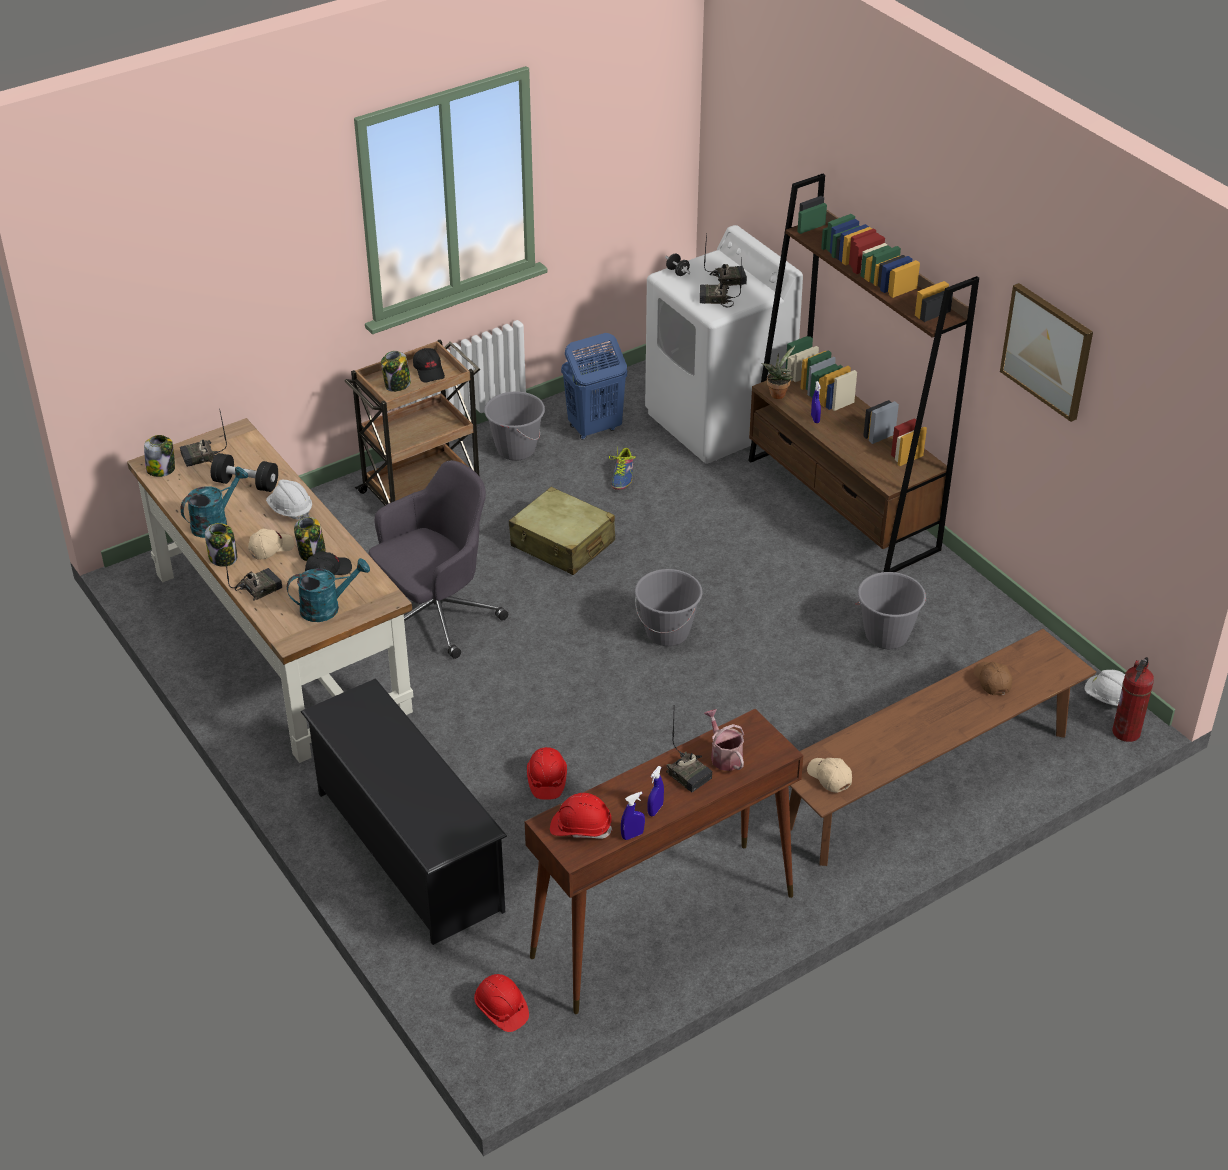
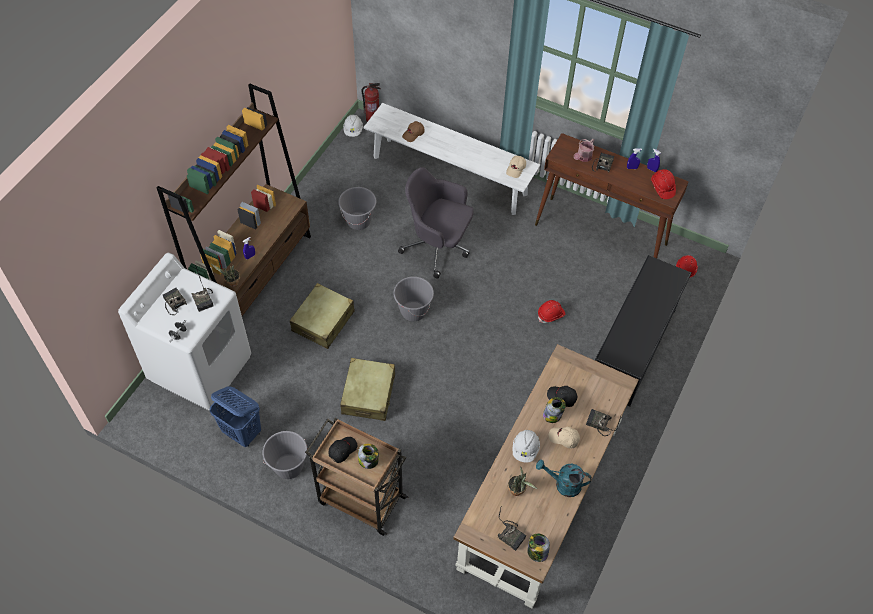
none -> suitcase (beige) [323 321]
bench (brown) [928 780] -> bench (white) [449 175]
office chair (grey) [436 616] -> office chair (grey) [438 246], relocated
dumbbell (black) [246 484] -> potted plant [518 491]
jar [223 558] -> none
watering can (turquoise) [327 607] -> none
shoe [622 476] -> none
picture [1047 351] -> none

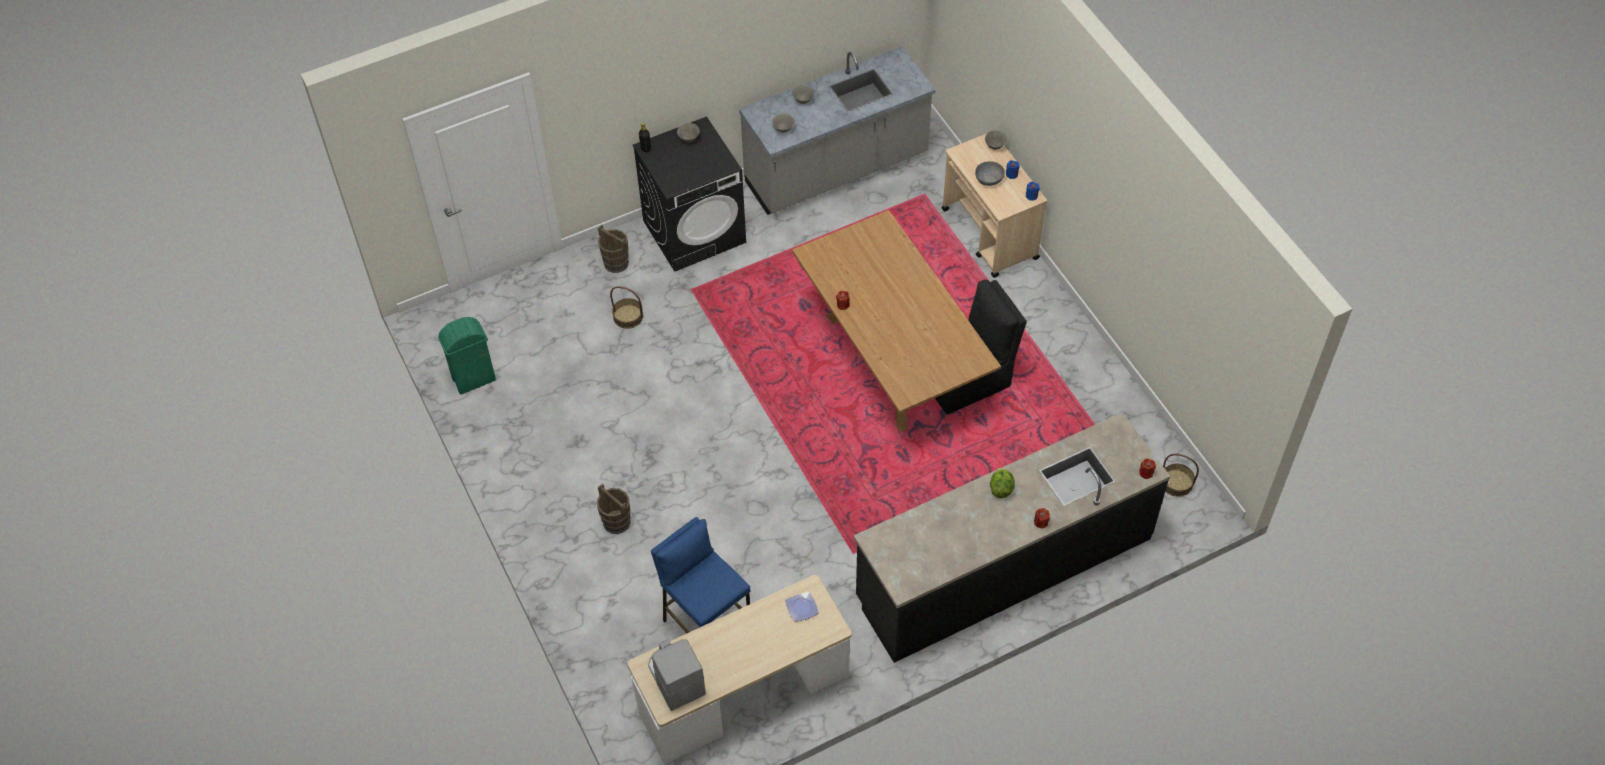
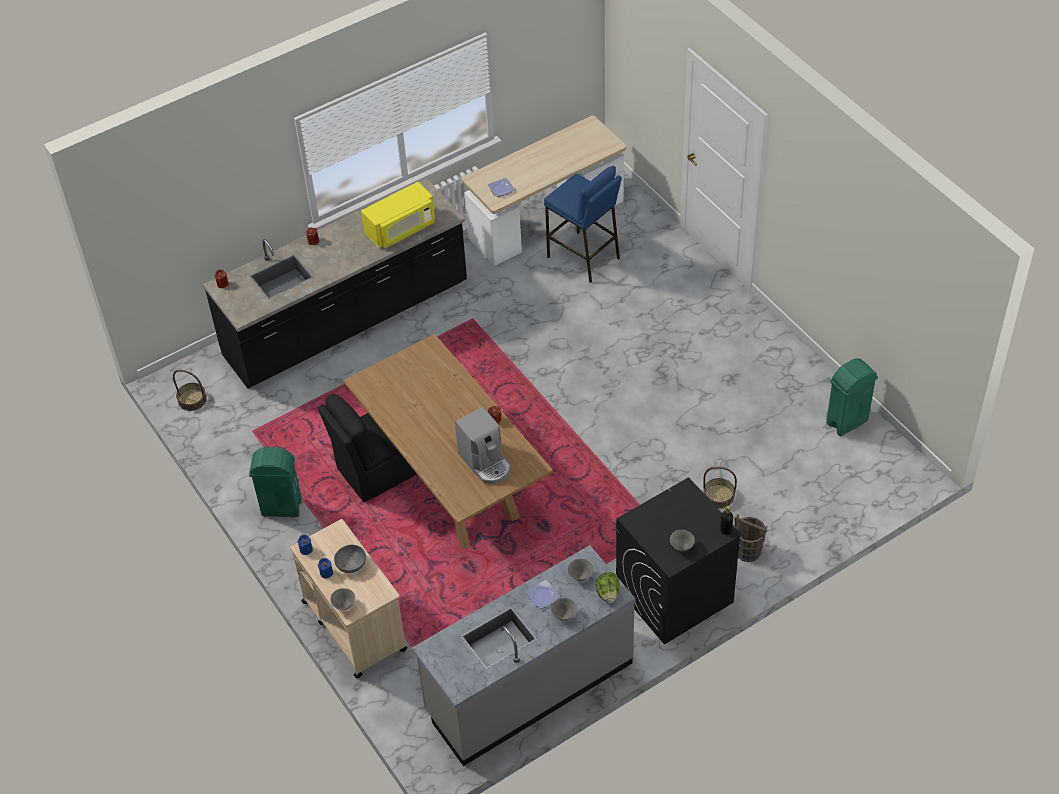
none -> trash can (green) [281 507]
none -> microwave (yellow) [401 229]
coffee machine [675 678] -> coffee machine [486 462], relocated
none -> plate [543 596]
lettuce [1001 488] -> lettuce [608 593], relocated
bucket (brown) [617 522] -> none

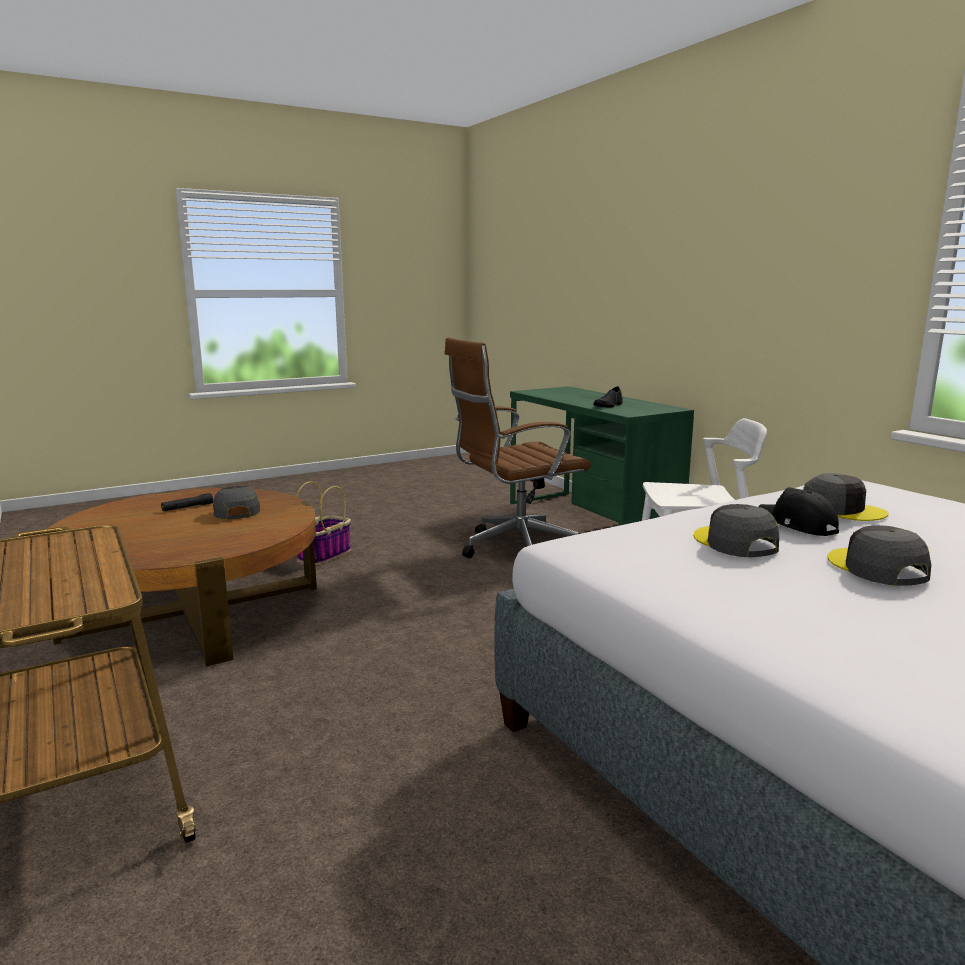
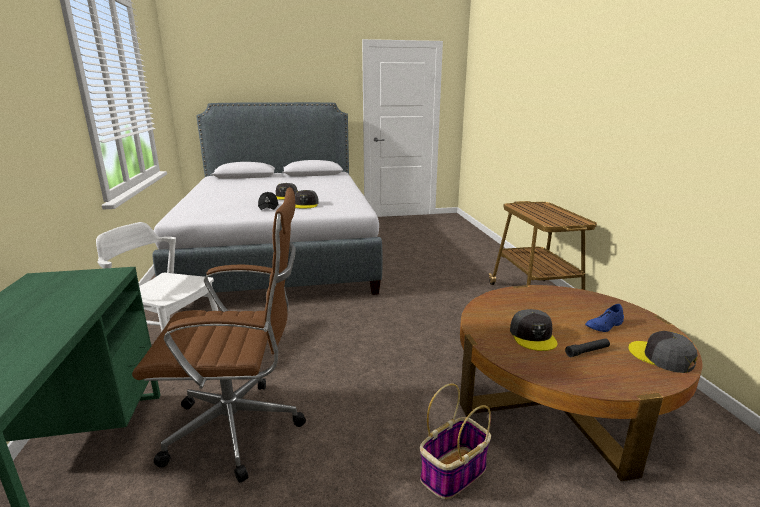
none -> shoe (blue) [604 325]
cap (grey) [841 510] -> cap (grey) [661 357], relocated
shoe (black) [608 405] -> none

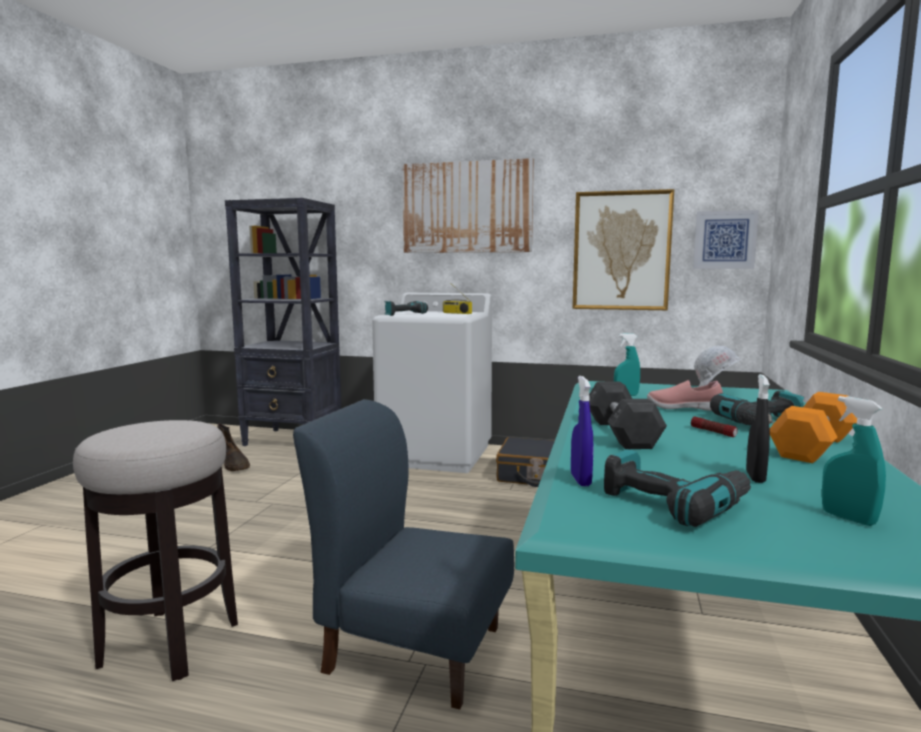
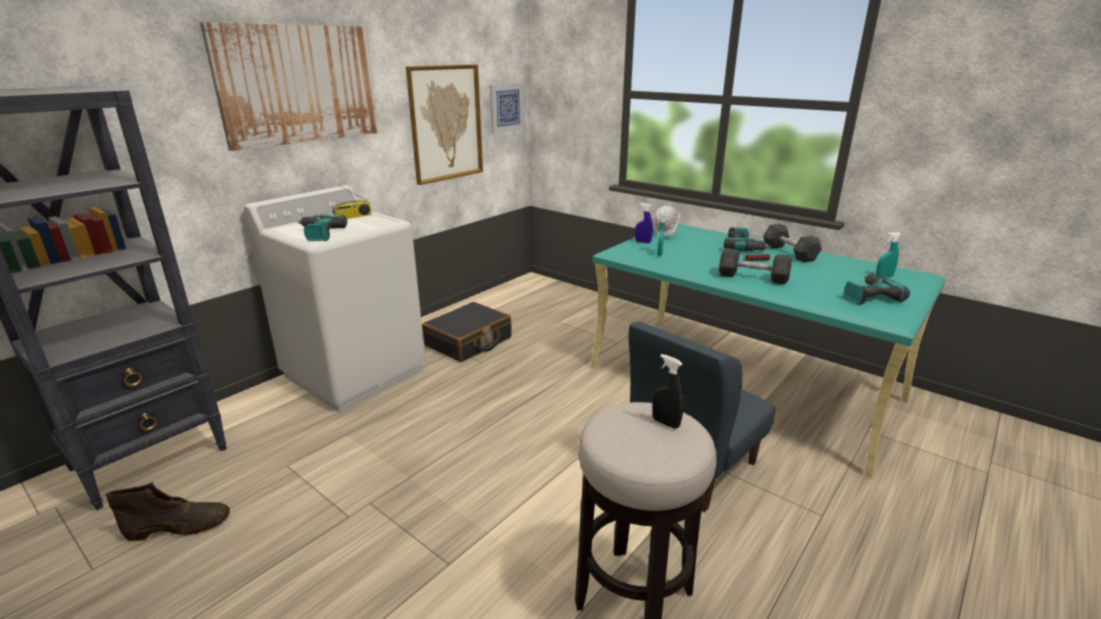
spray bottle (blue) [580 480] -> spray bottle (blue) [643 242], relocated
spray bottle (black) [755 477] -> spray bottle (black) [665 423], relocated
dumbbell (orange) [813 447] -> dumbbell (grey) [789 253]
shoe (pink) [683 409] -> none

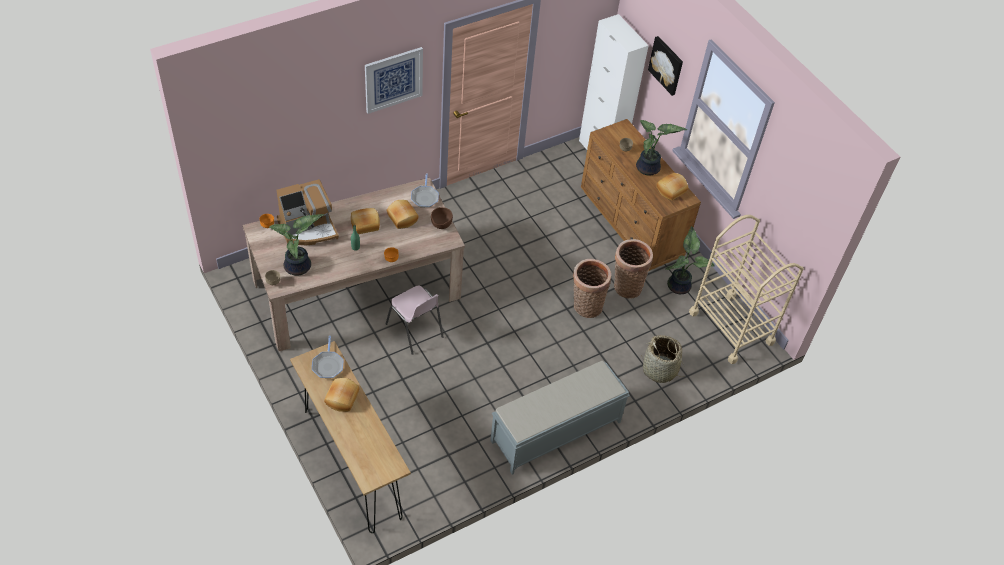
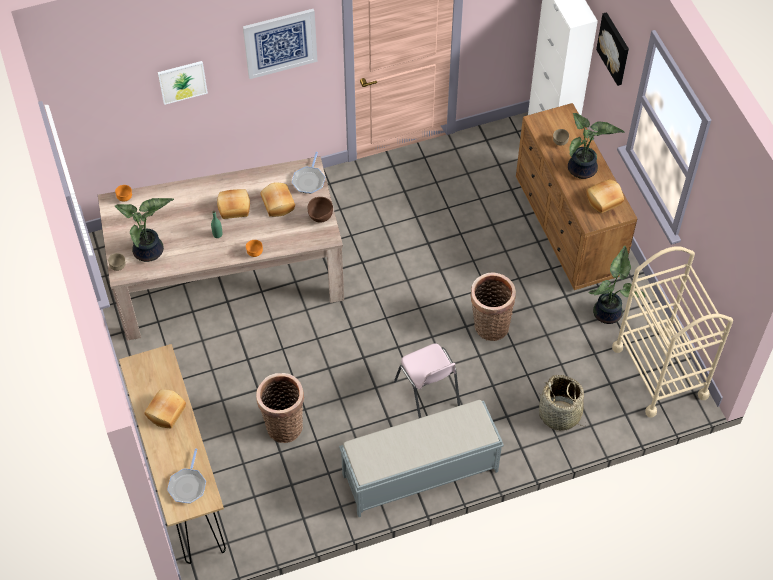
none -> picture [182 82]
frying pan [328 365] -> frying pan [188 485], relocated
basket [626 285] -> basket [283 424], relocated
chair (pink) [415 331] -> chair (pink) [427 394], relocated
coffee machine [308 229] -> none

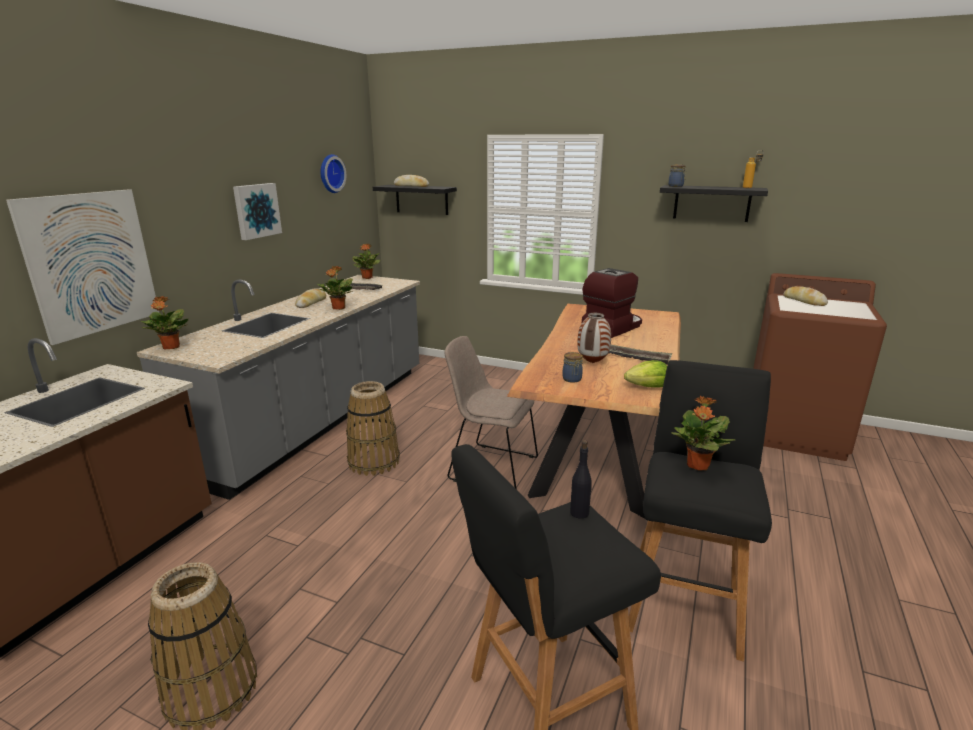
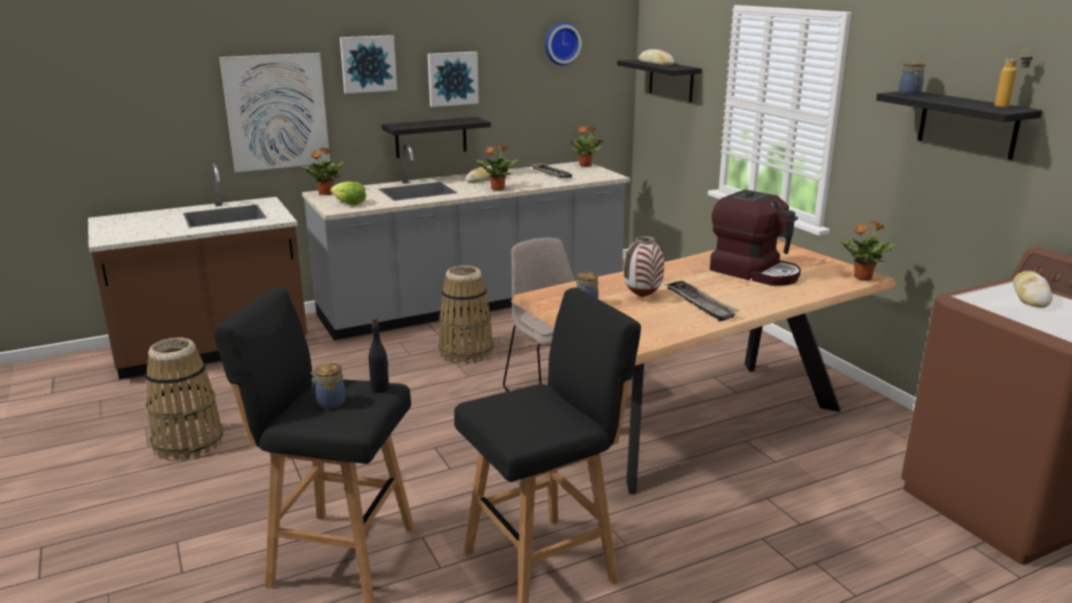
none -> jar [329 403]
lettuce [647 386] -> lettuce [349 203], relocated
none -> picture [368 64]
none -> shelf (black) [431 137]
coffee machine [612 327] -> coffee machine [755 272], 45 degrees clockwise
potted plant [697 466] -> potted plant [862 278], relocated

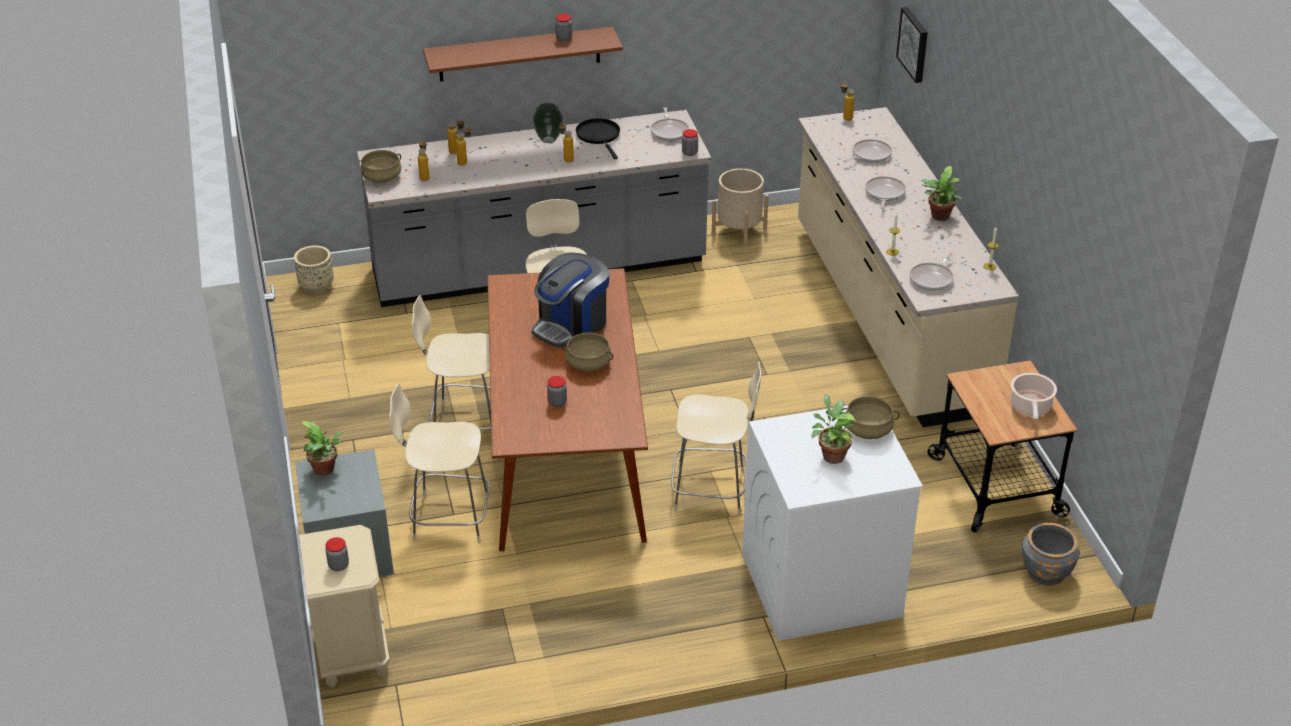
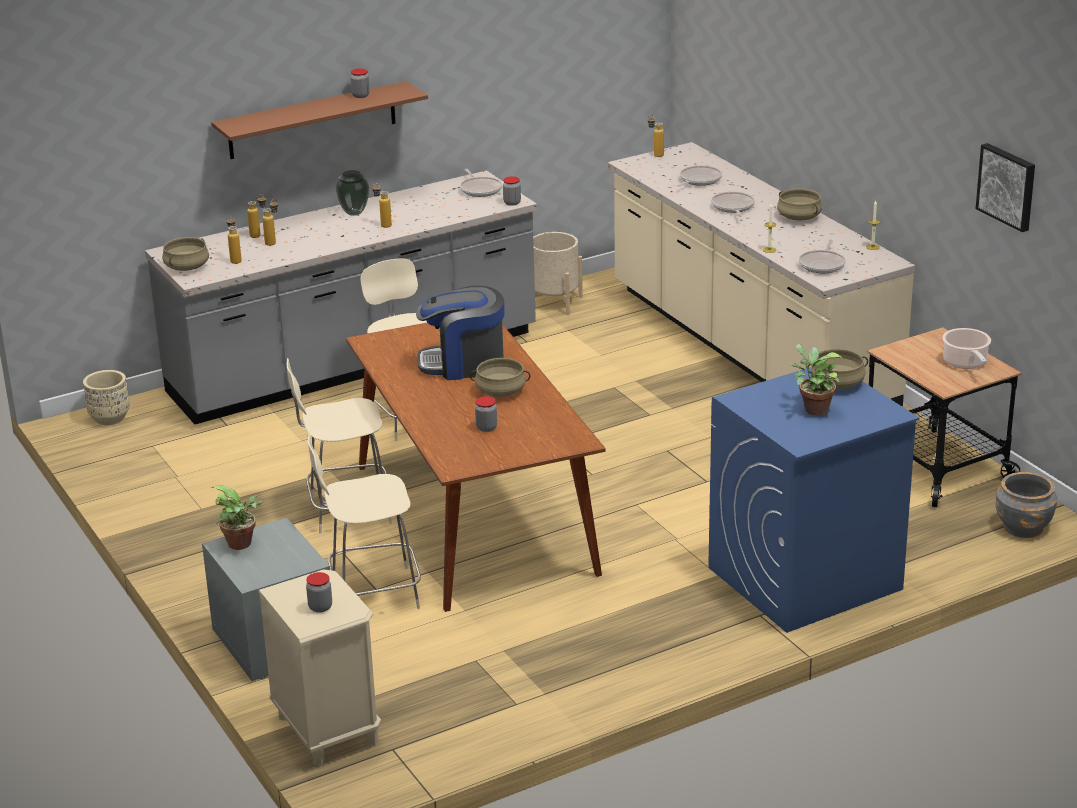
coffee machine [571 325] -> coffee machine [463 364], 60 degrees clockwise
washing machine (white) [820 586] -> washing machine (blue) [804 579]
potted plant [939 217] -> cooking pot (beige) [798 217]
picture [914 44] -> picture [1008 186], relocated
frying pan (black) [599 136] -> none
stool (beige) [712 491] -> none

